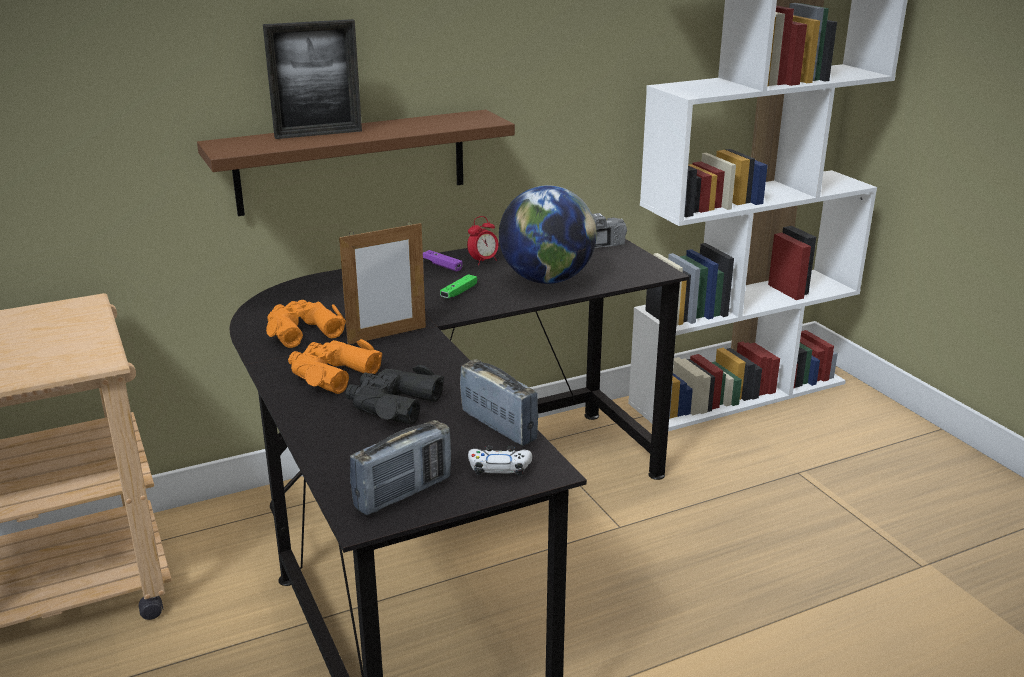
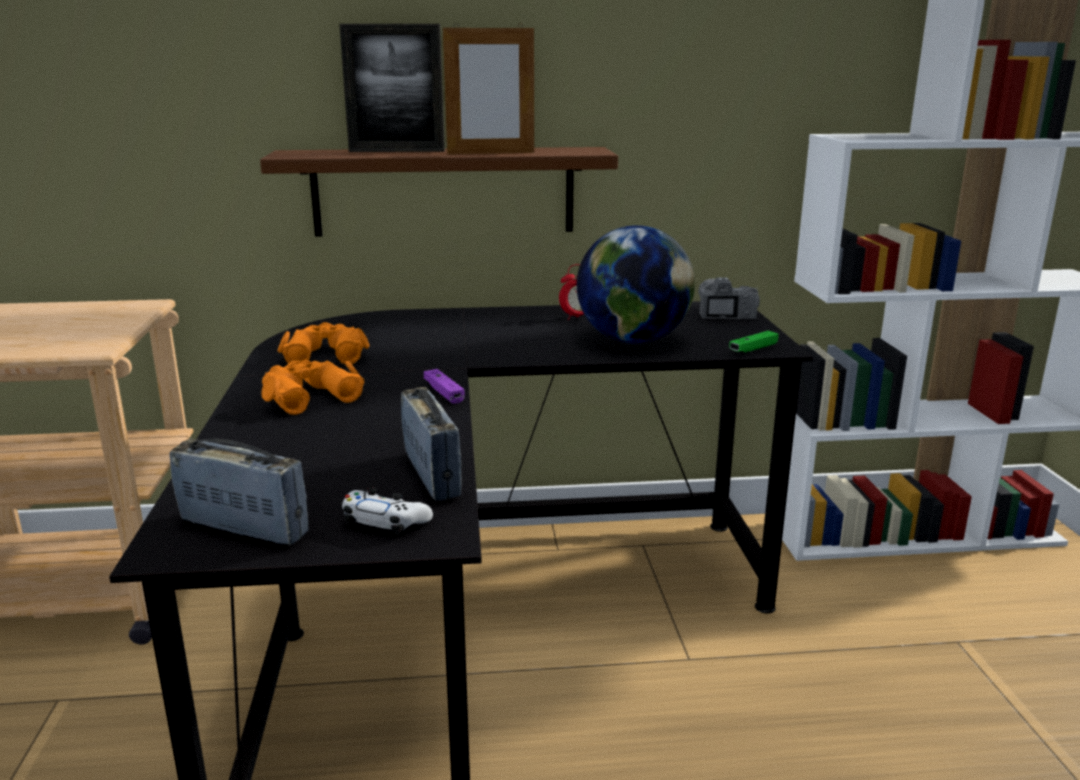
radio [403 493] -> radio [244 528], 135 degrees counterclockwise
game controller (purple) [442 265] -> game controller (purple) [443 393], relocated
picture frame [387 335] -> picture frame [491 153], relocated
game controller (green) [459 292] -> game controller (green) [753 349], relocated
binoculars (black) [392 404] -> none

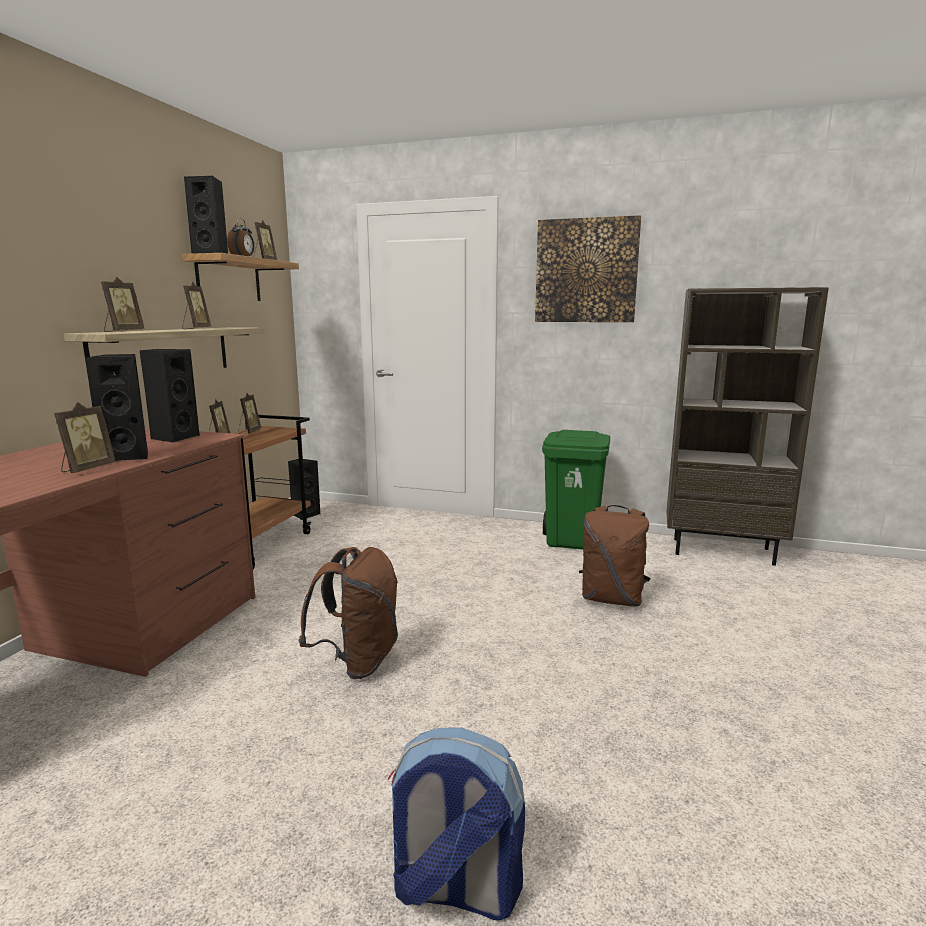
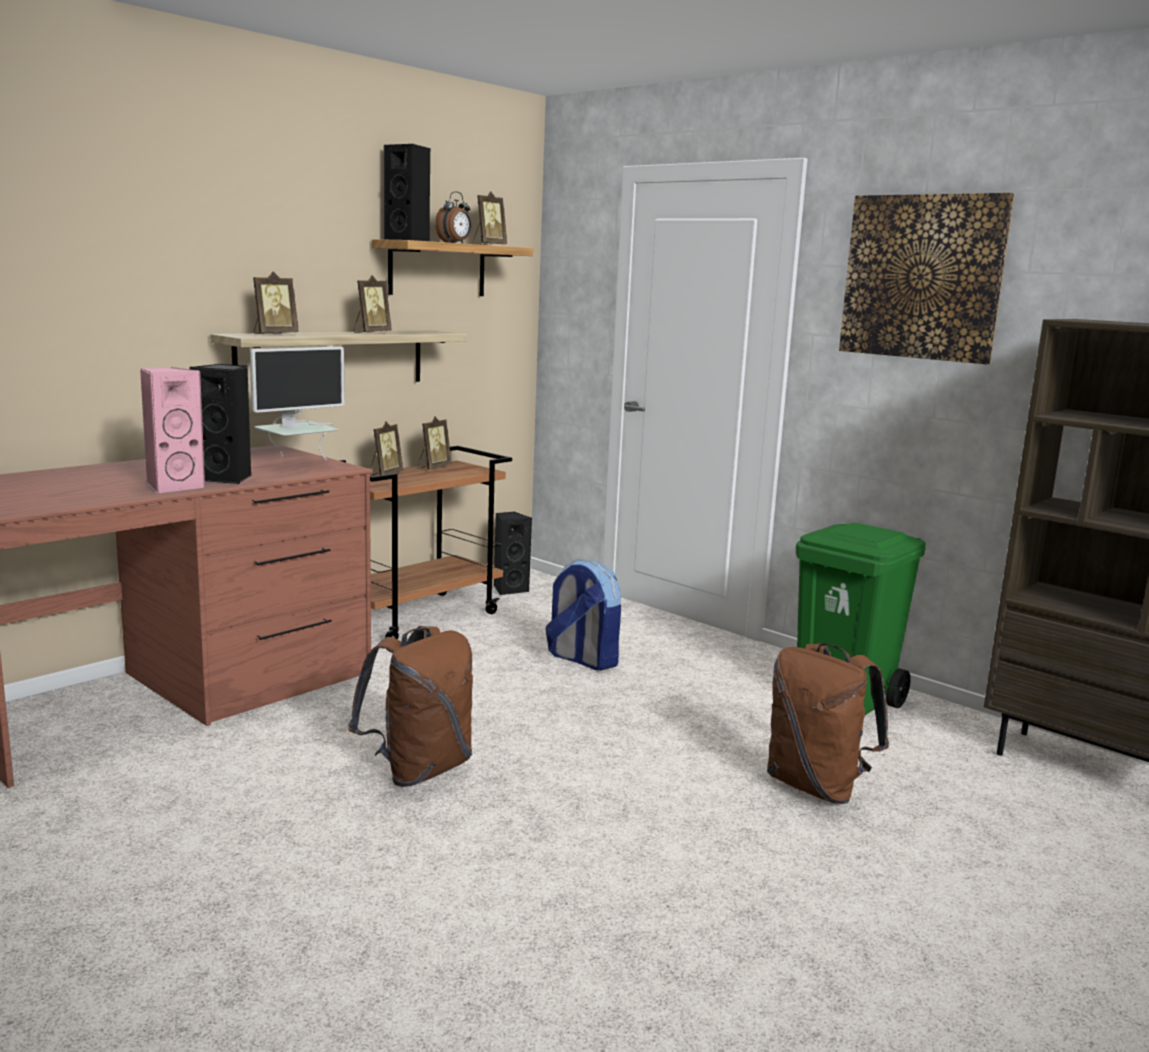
picture frame [87 469] -> speaker (pink) [173 486]
speaker (black) [174 438] -> monitor [297 464]
backpack [454 889] -> backpack [582 659], relocated

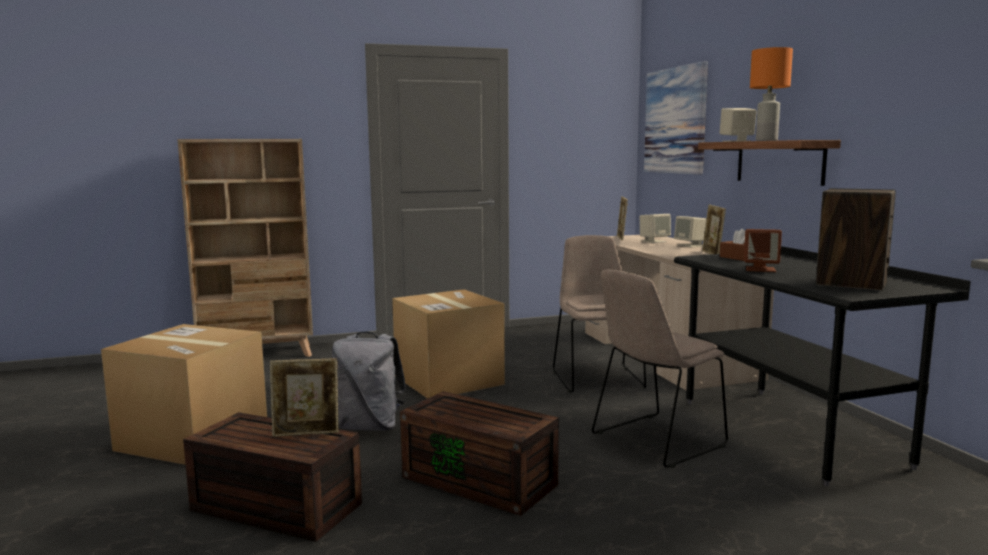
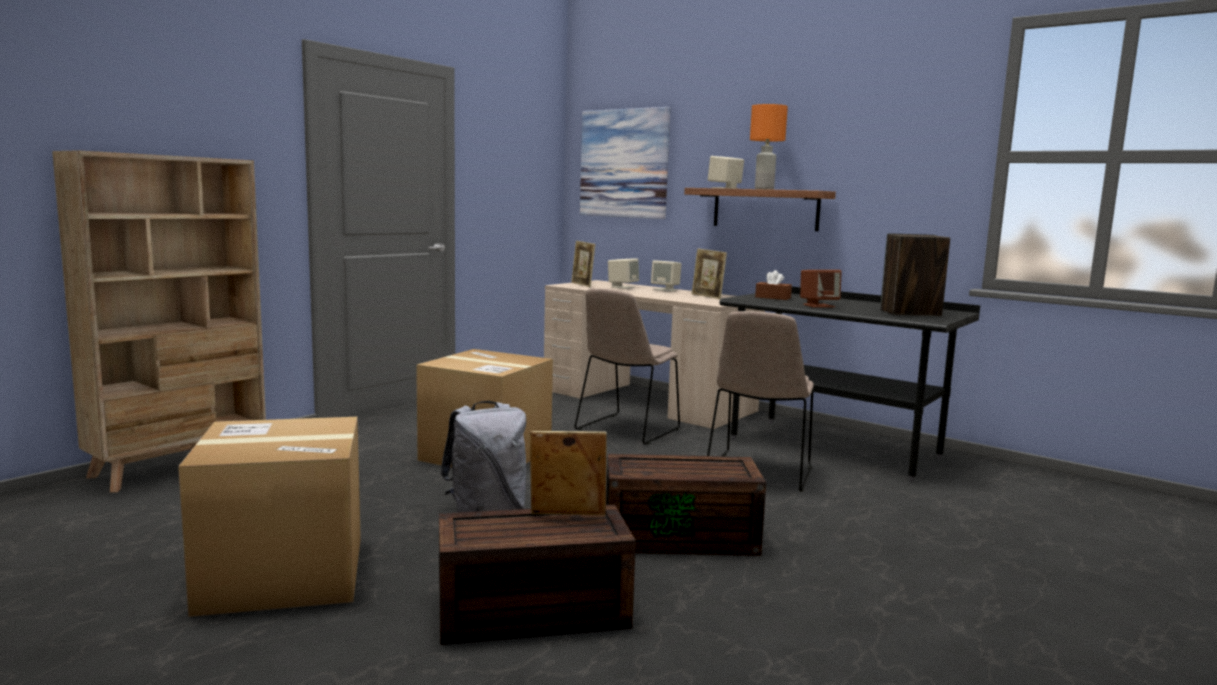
picture frame [306 433] -> picture frame [567 516], 135 degrees counterclockwise
chair (beige) [597 378] -> chair (beige) [626 430], 105 degrees counterclockwise

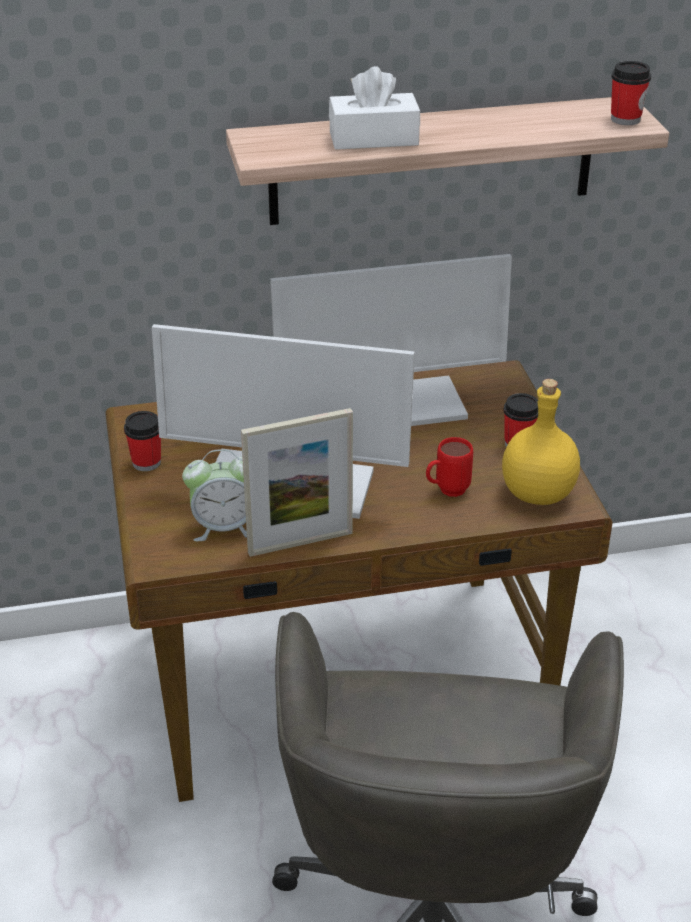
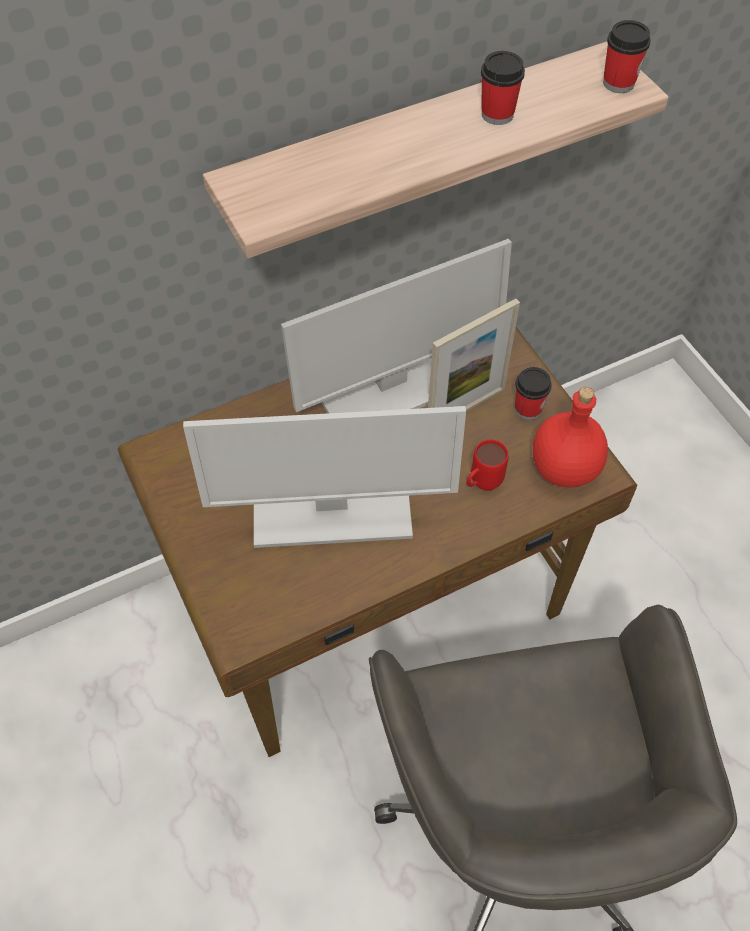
picture frame [300 543] -> picture frame [465 408], relocated
cup [146 462] -> cup [497 114], relocated
bottle (yellow) [537 494] -> bottle (red) [564 469]
alarm clock [224 527] -> none
tissue box (white) [373 138] -> none

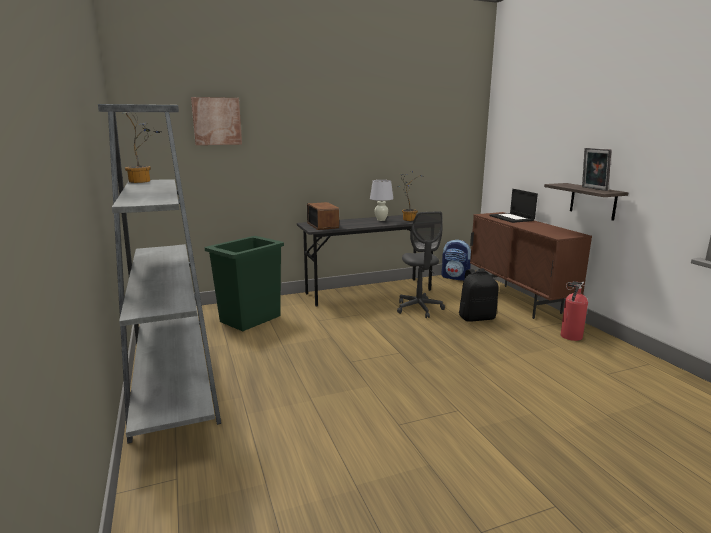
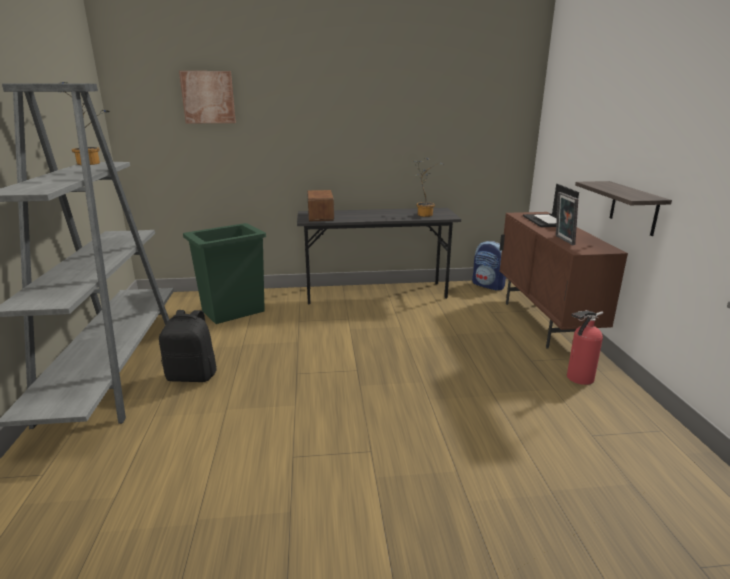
backpack (black) [476 318] -> backpack (black) [192 376], relocated
picture frame [593 189] -> picture frame [562 240], relocated
table lamp (white) [381 220] -> none
office chair (grey) [419 308] -> none

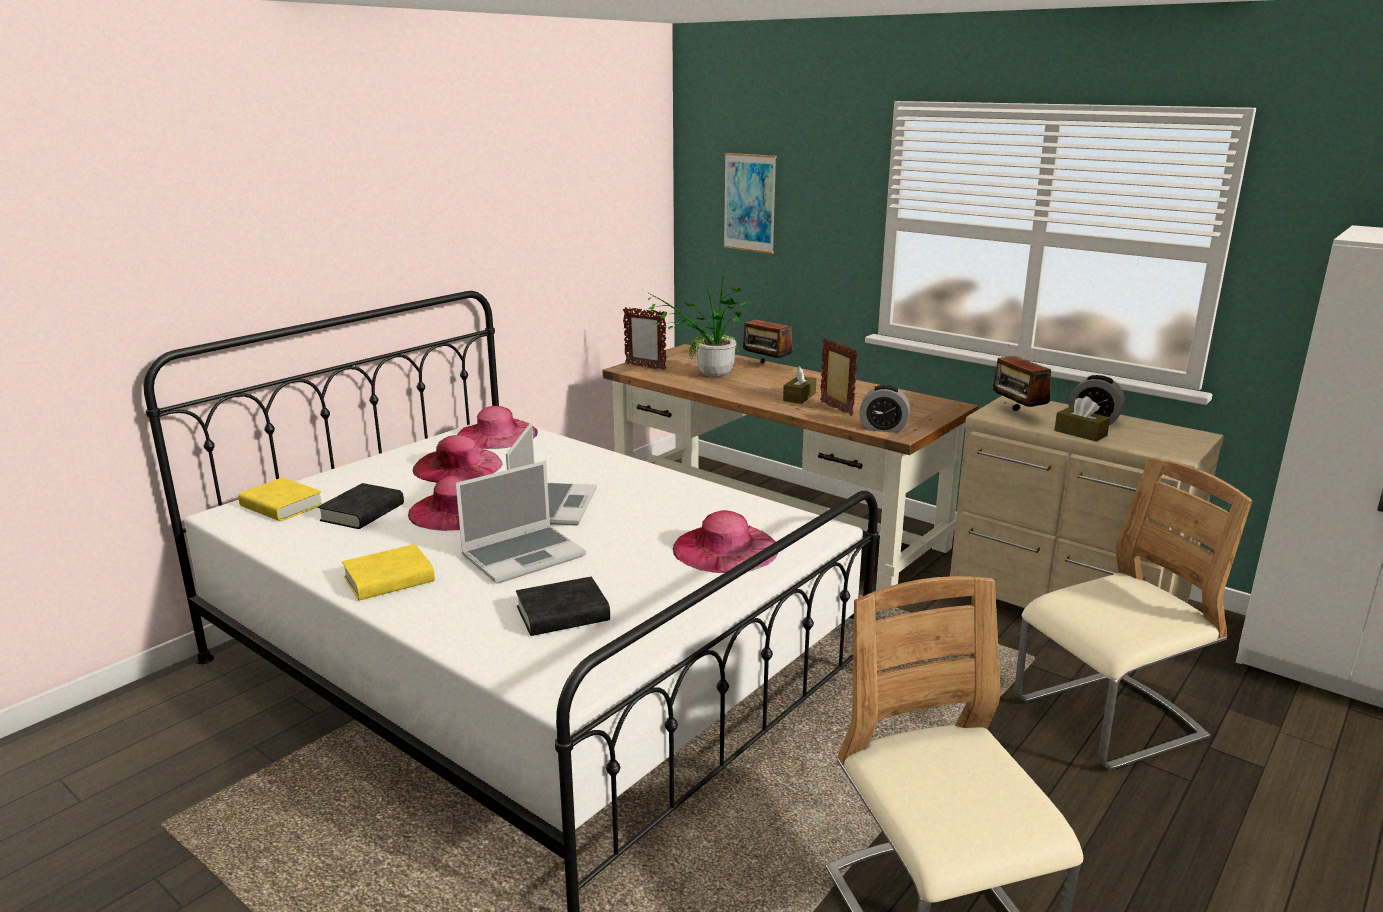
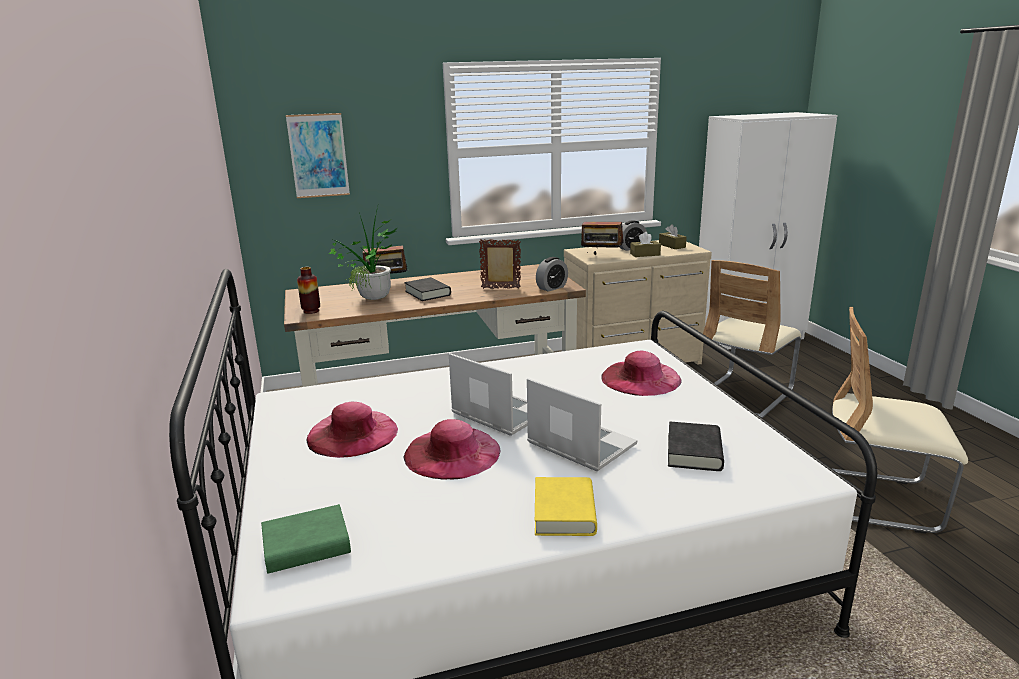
book (yellow) [281 506] -> book (green) [306 546]
picture frame [645 367] -> vase [311 311]
book (black) [362 512] -> book (black) [427 293], relocated
laptop [524 555] -> laptop [579 444], 45 degrees counterclockwise
tissue box (brown) [799 397] -> tissue box (brown) [672 246], relocated
chair (beige) [1108 721] -> chair (beige) [744 395], 150 degrees counterclockwise
hat (pink) [496 434] -> none

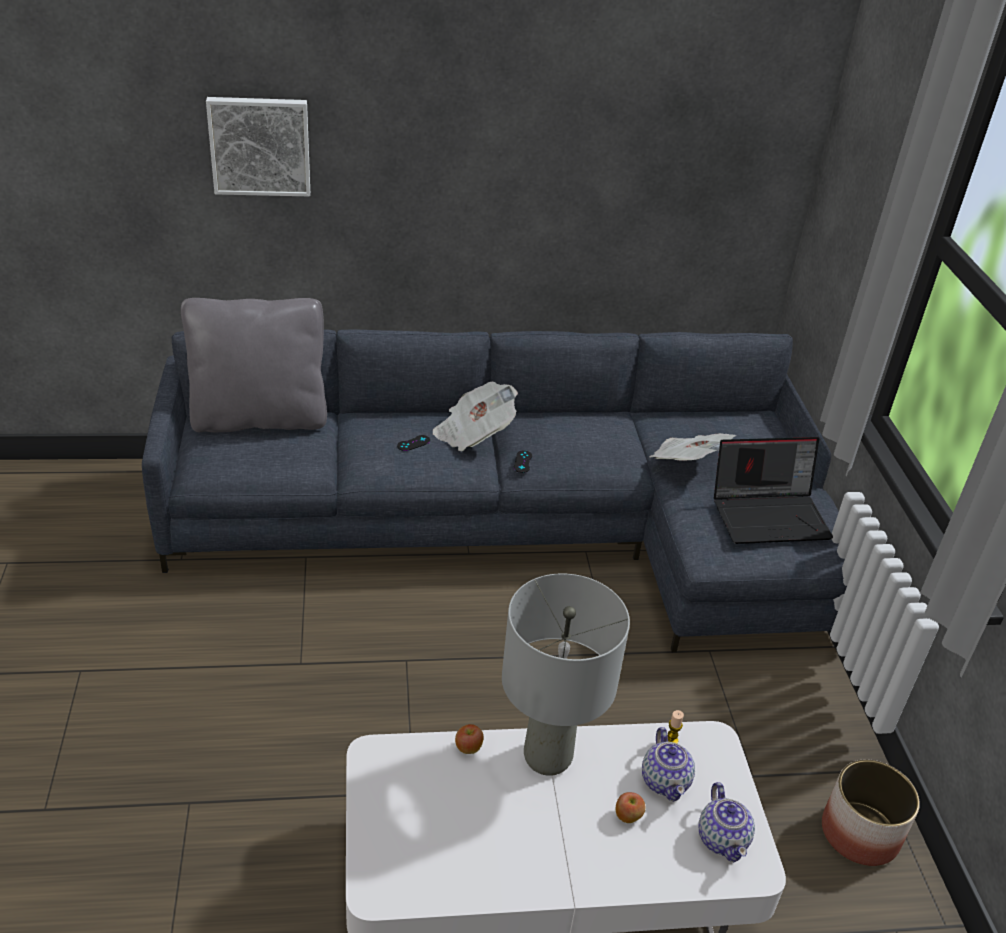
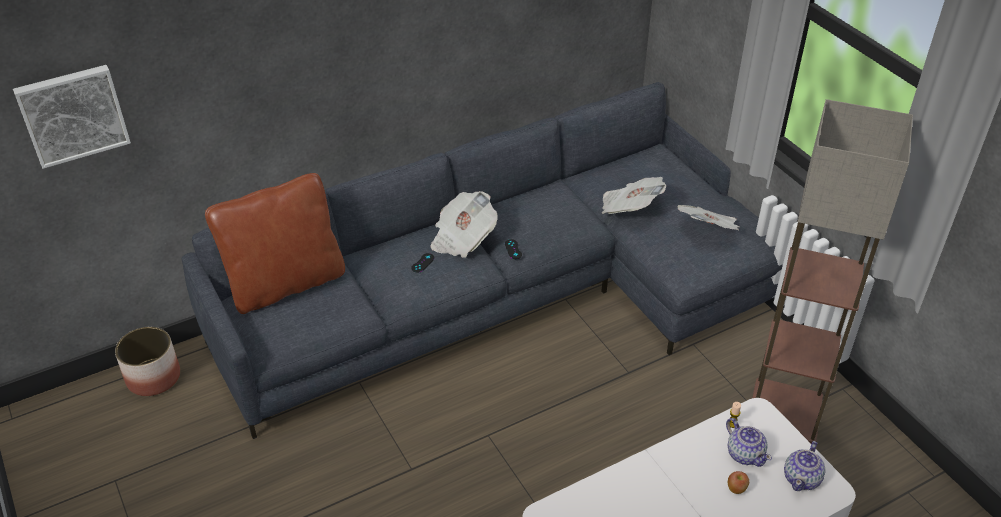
picture [260 145] -> picture [72 114], relocated
planter [860 833] -> planter [154 377], relocated
pillow (grey) [259 418] -> pillow (brown) [286 284]
laptop [770 515] -> newspaper [709 230]
none -> floor lamp [785 411]
teapot [723 838] -> teapot [802 478], 60 degrees clockwise
apple [468 748] -> none
table lamp (grey) [548 757] -> none

